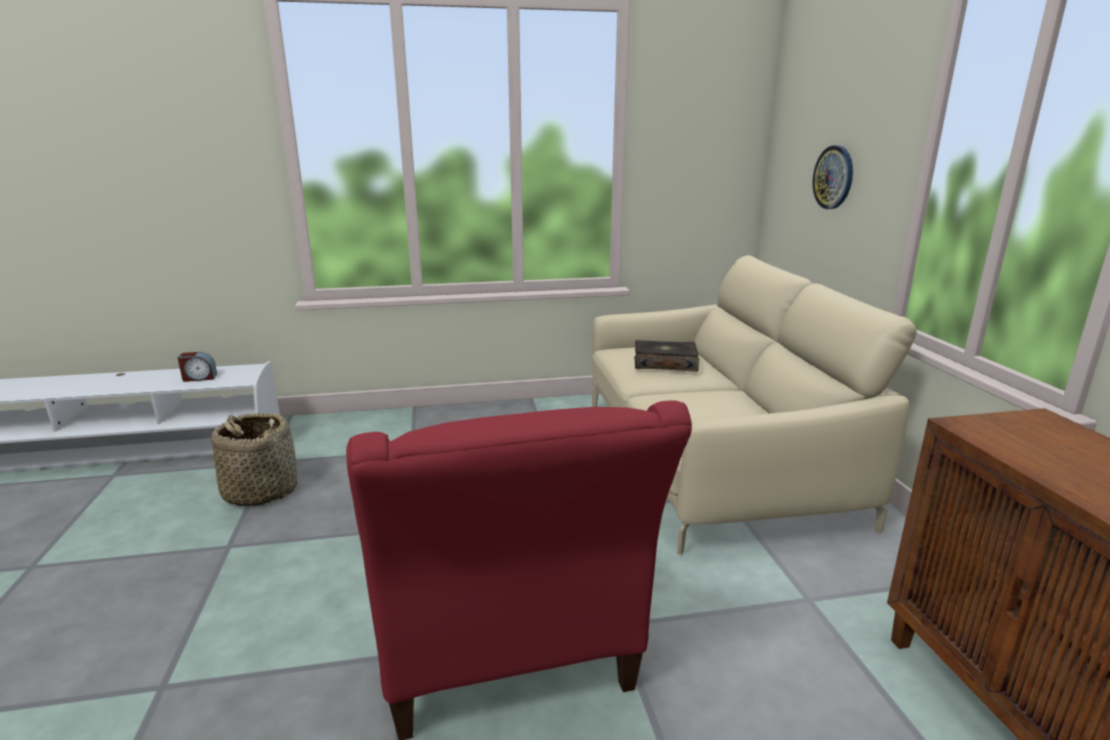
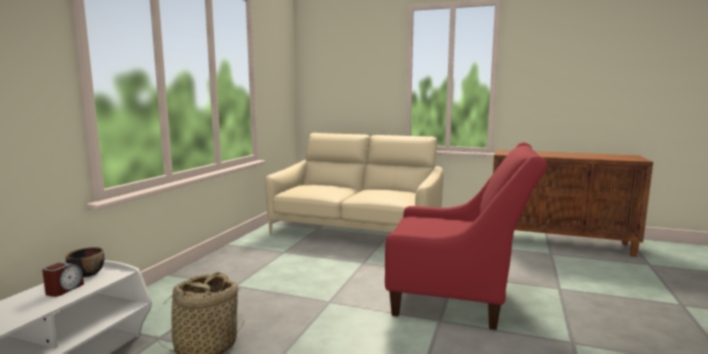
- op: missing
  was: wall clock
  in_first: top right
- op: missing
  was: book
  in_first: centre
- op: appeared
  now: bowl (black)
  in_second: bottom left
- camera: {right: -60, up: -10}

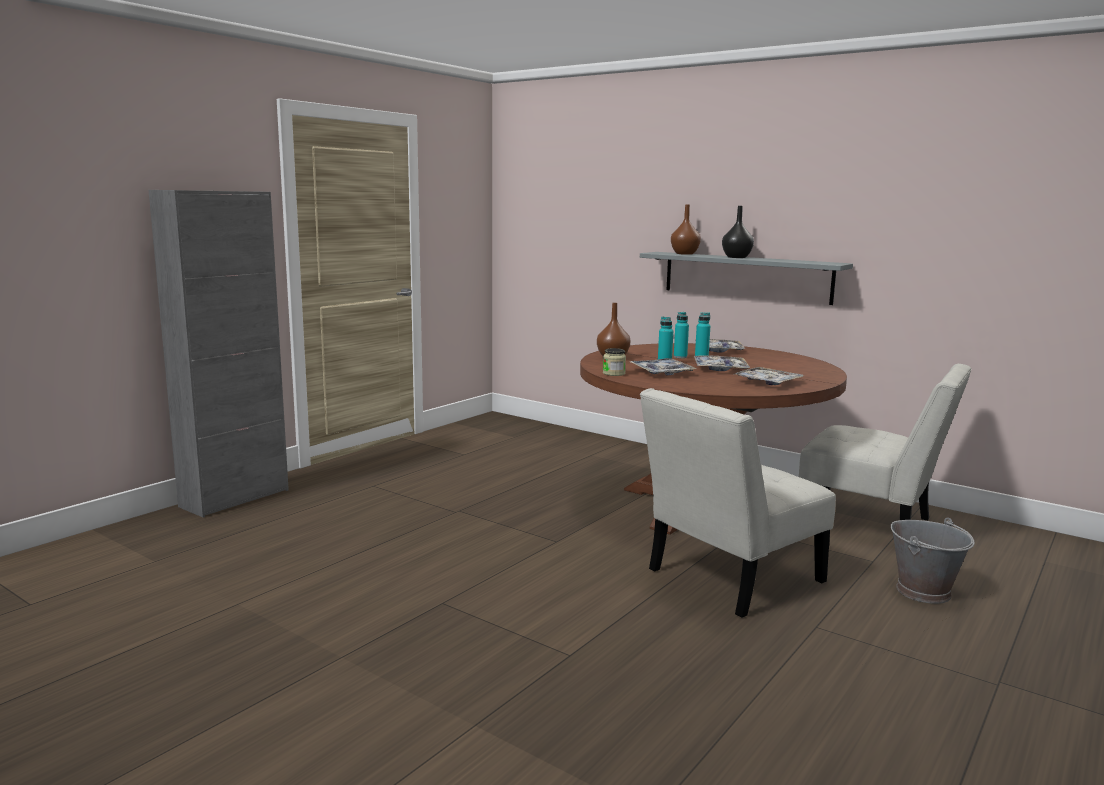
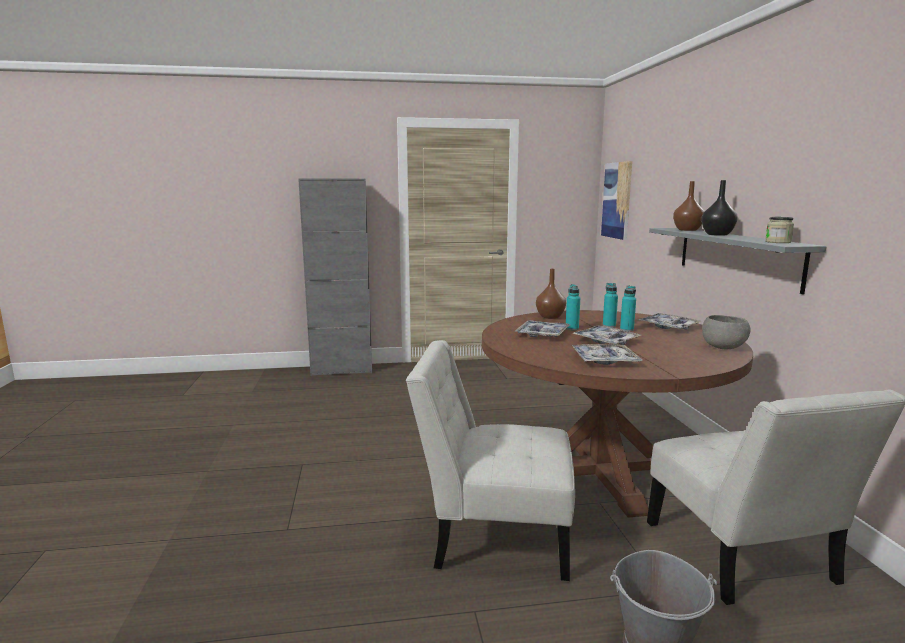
- op: relocated
  was: jar
  in_first: centre
  in_second: middle right
- op: appeared
  now: picture
  in_second: top right
- op: appeared
  now: bowl (grey)
  in_second: middle right
- camera: {right: 45, up: 0}

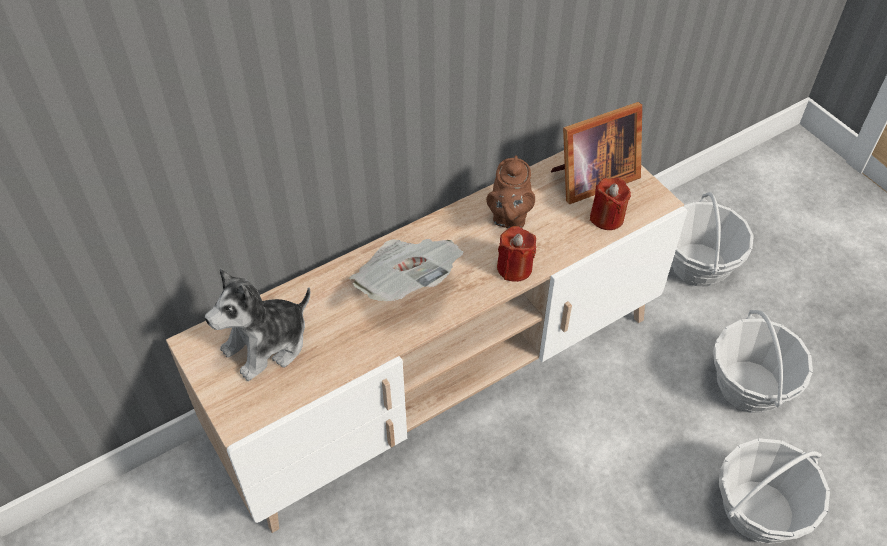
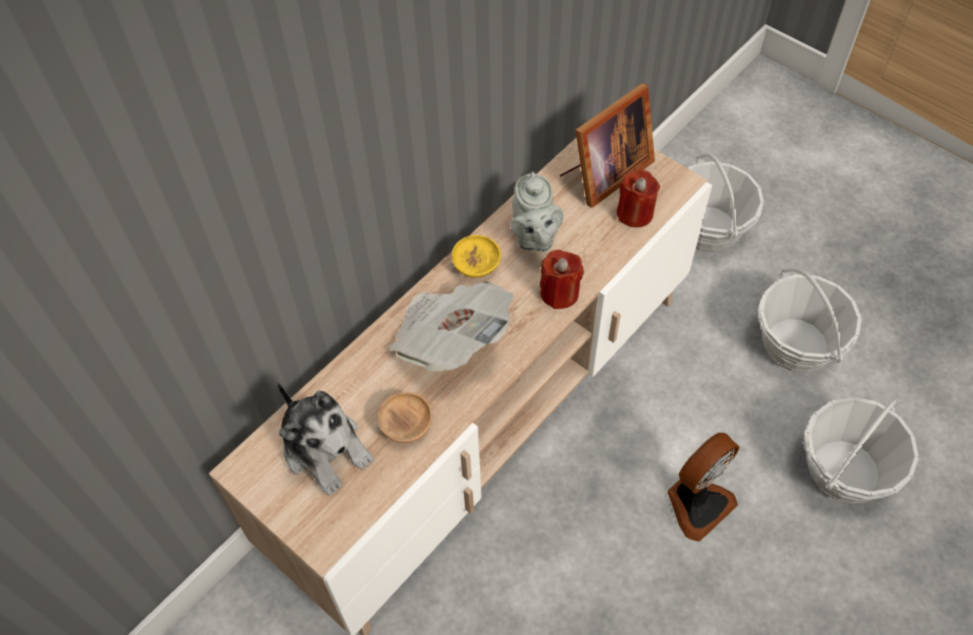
- op: colour
  was: teapot (brown)
  now: teapot (grey)
  in_first: centre
  in_second: top centre
- op: spun
  was: plush toy
  in_first: middle left
  in_second: bottom centre
  clockwise: -75
- op: appeared
  now: bowl (yellow)
  in_second: centre
- op: appeared
  now: bowl (brown)
  in_second: centre
- op: appeared
  now: fan
  in_second: bottom right
- camera: {right: -15, up: 5}

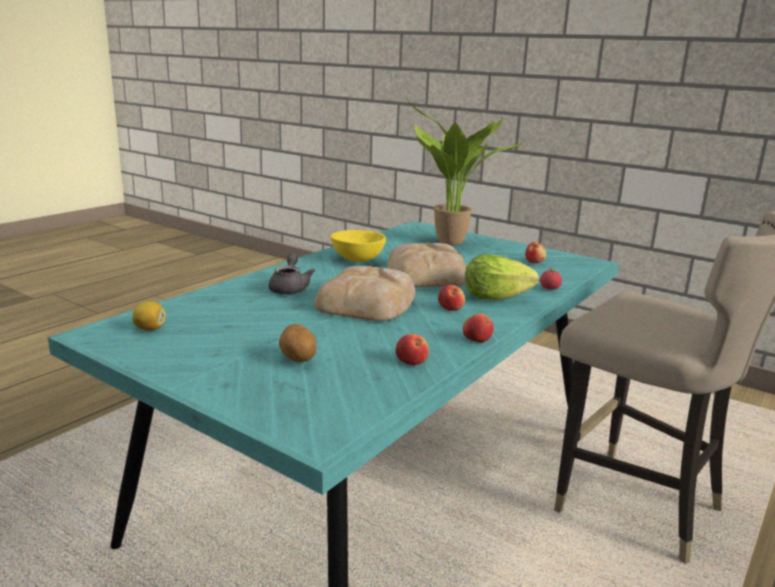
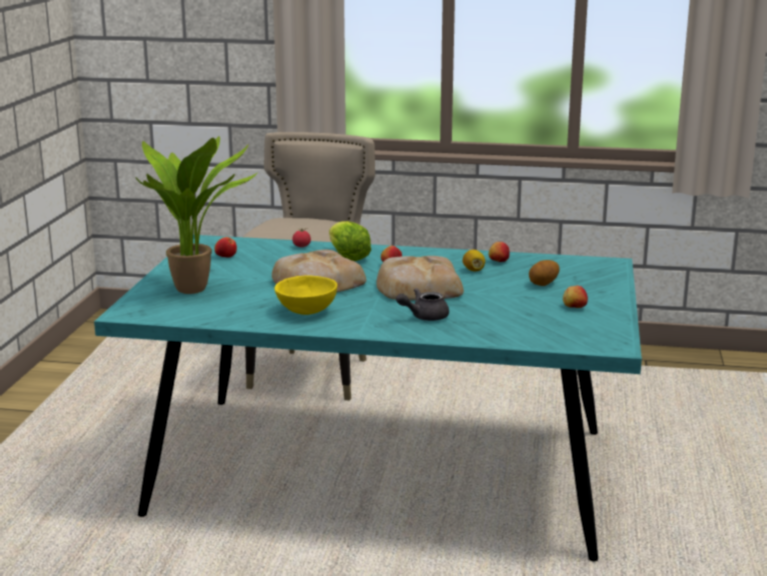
- op: relocated
  was: lemon
  in_first: middle left
  in_second: centre
- op: relocated
  was: apple (no. 3 from left in the first image)
  now: apple (no. 4 from left)
  in_first: centre
  in_second: middle right
- camera: {right: -115, up: 0}

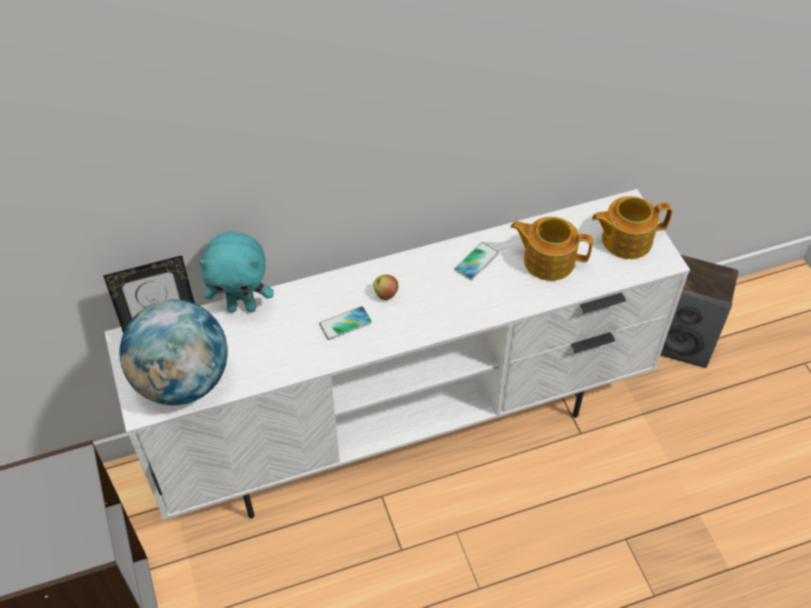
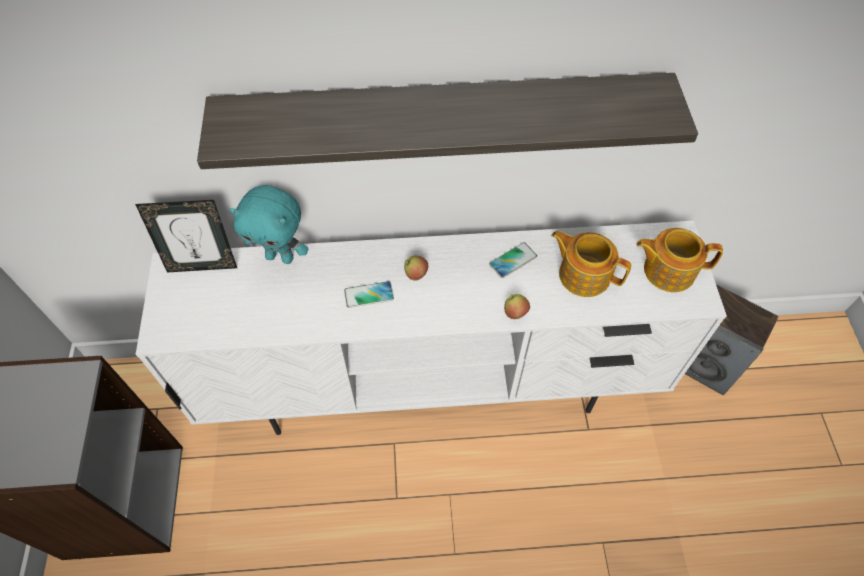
- op: missing
  was: globe
  in_first: middle left
- op: appeared
  now: shelf
  in_second: top centre
- op: appeared
  now: apple (no. 2 from left)
  in_second: centre
- camera: {right: 15, up: 5}

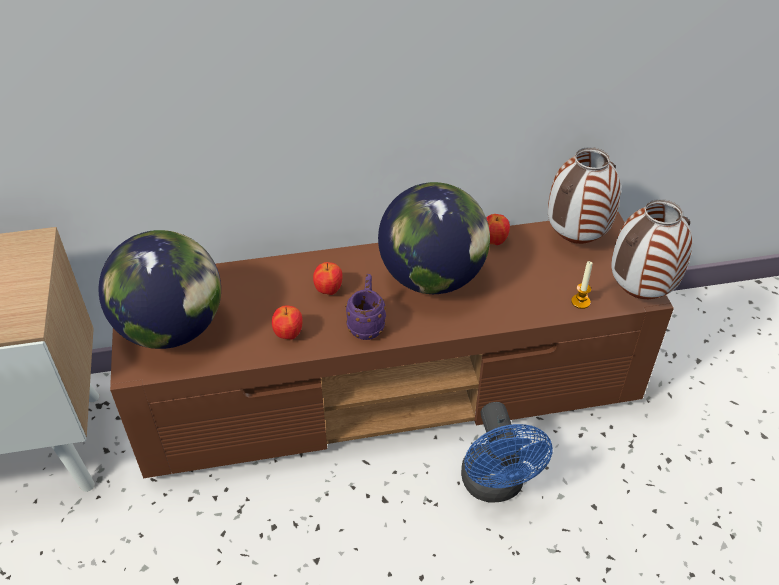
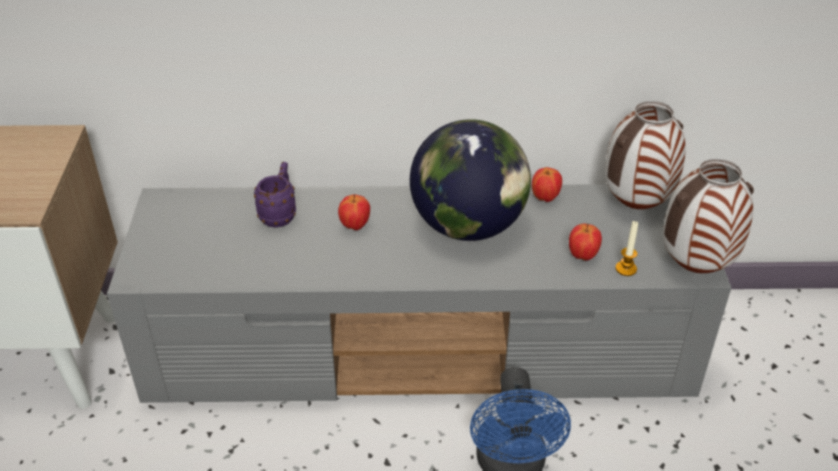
- op: colour
  was: tv stand (brown)
  now: tv stand (grey)
  in_first: centre
  in_second: centre
- op: missing
  was: globe (no. 1 from left)
  in_first: middle left
- op: relocated
  was: mug (purple)
  in_first: centre
  in_second: middle left
- op: relocated
  was: apple (no. 1 from left in the first image)
  now: apple (no. 3 from left)
  in_first: centre
  in_second: middle right
- camera: {right: 10, up: -5}

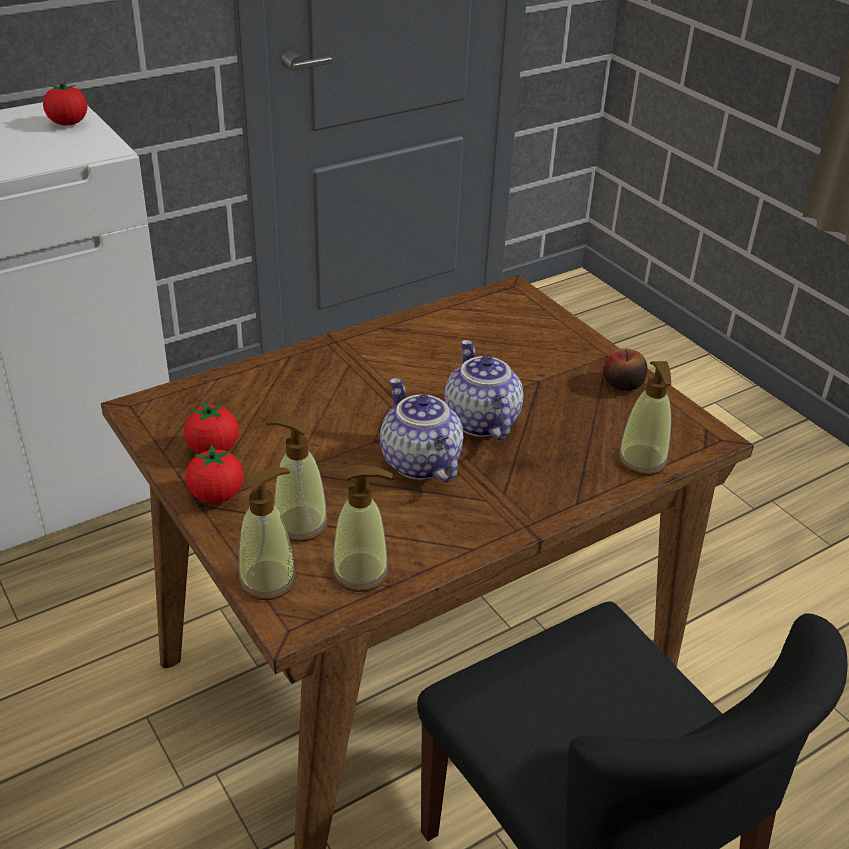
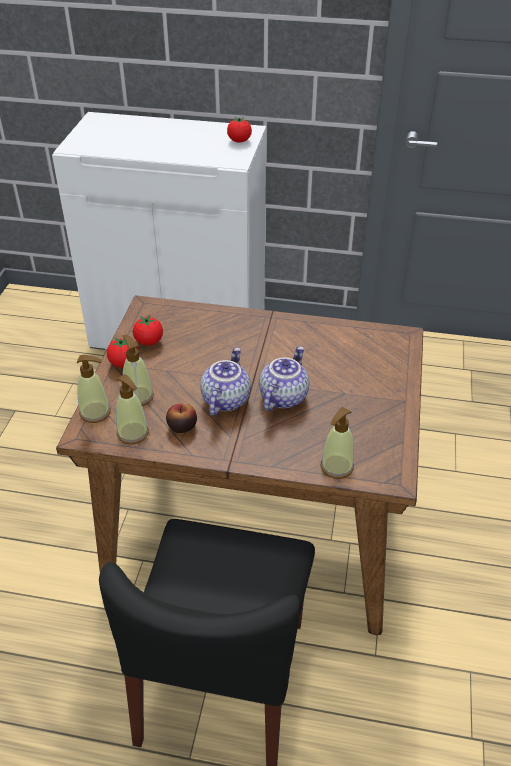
- op: relocated
  was: apple
  in_first: middle right
  in_second: centre
- camera: {right: 45, up: 5}

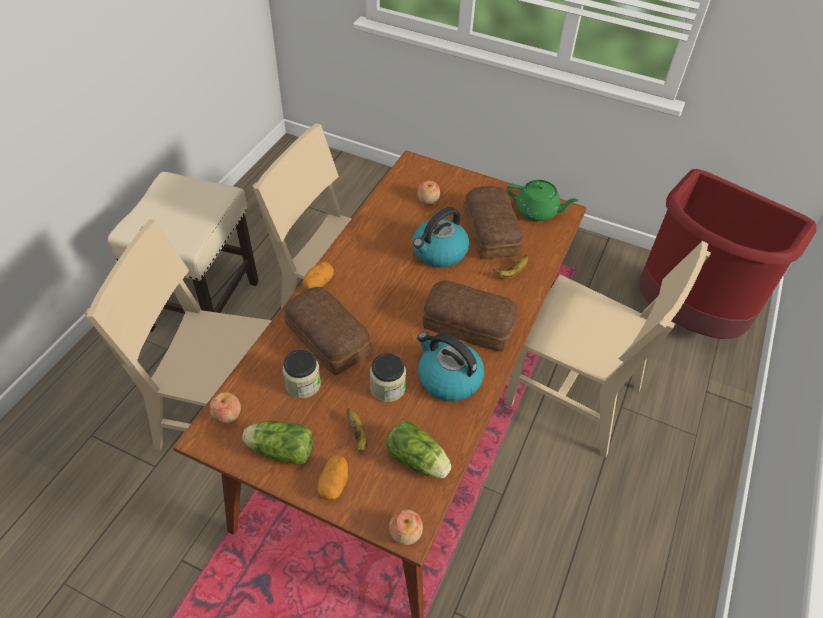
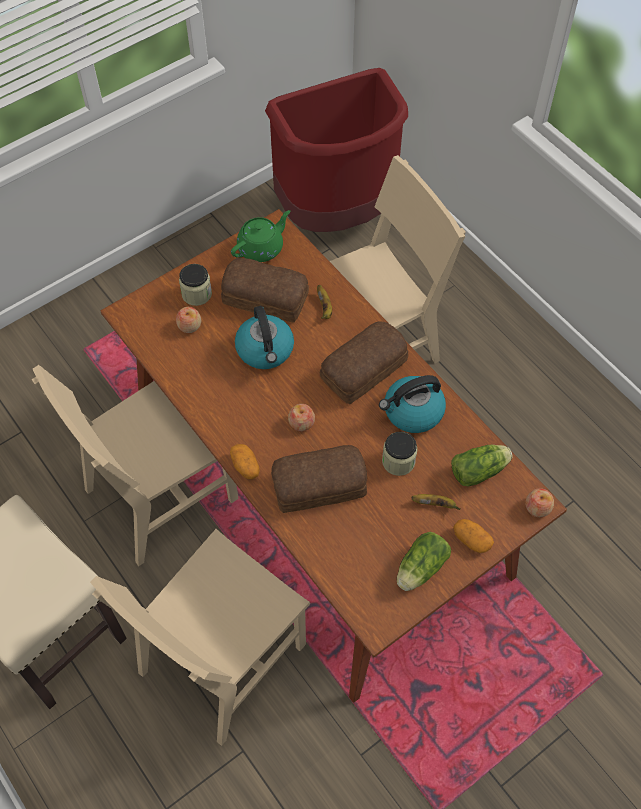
- op: relocated
  was: jar (no. 1 from left)
  in_first: centre
  in_second: middle left
- op: relocated
  was: apple (no. 1 from left in the first image)
  now: apple (no. 2 from left)
  in_first: middle left
  in_second: centre
- camera: {right: -60, up: 10}

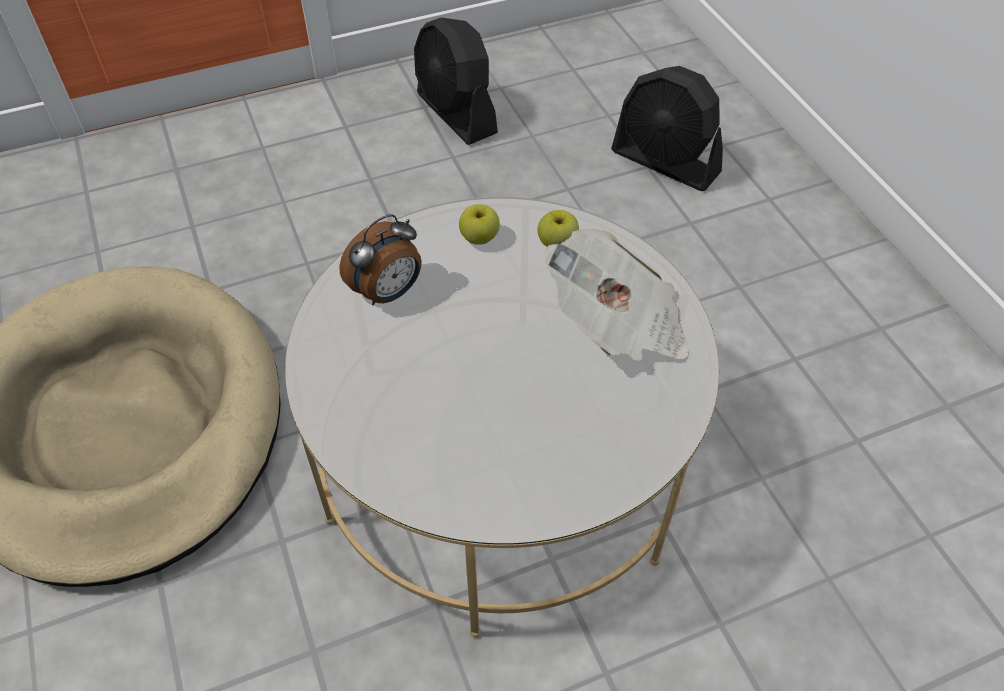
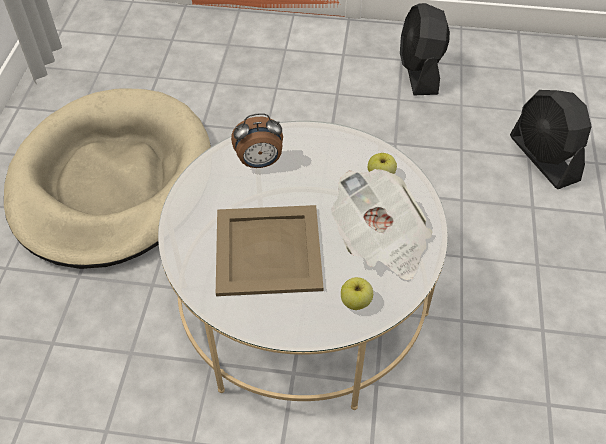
- op: relocated
  was: apple (no. 1 from left)
  in_first: top centre
  in_second: centre
- op: appeared
  now: tray (beige)
  in_second: centre
- camera: {right: 30, up: 0}

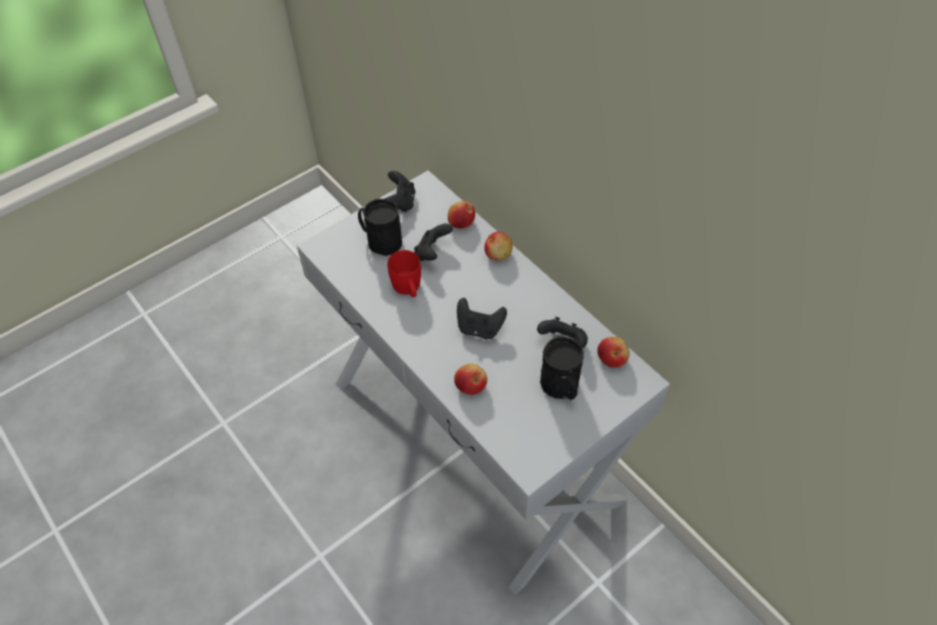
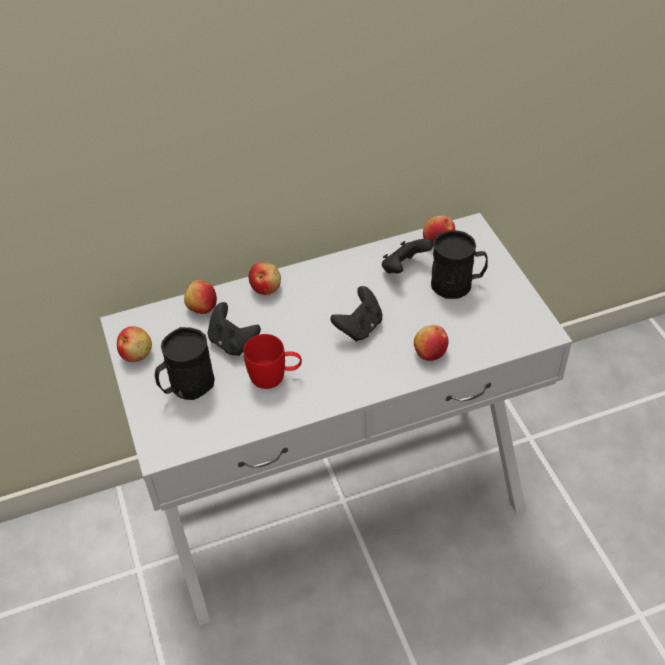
- op: exchanged
  was: game controller (black) (no. 1 from left)
  now: apple (no. 1 from left)
  in_first: top centre
  in_second: middle left
- camera: {right: -70, up: -5}

